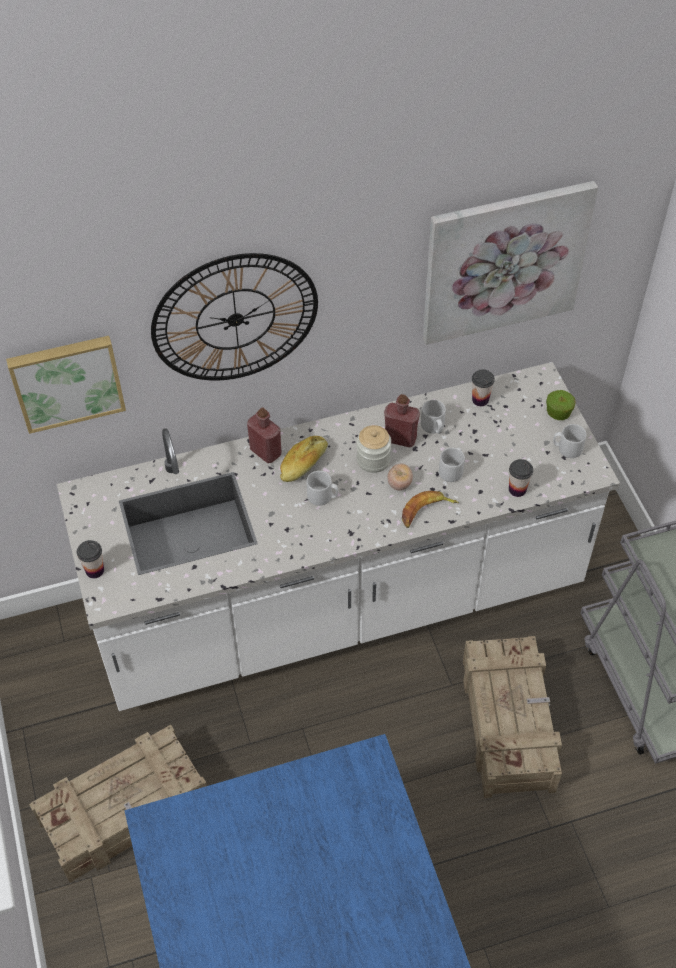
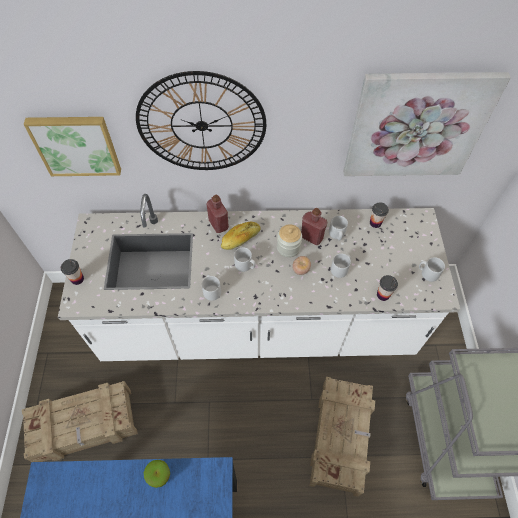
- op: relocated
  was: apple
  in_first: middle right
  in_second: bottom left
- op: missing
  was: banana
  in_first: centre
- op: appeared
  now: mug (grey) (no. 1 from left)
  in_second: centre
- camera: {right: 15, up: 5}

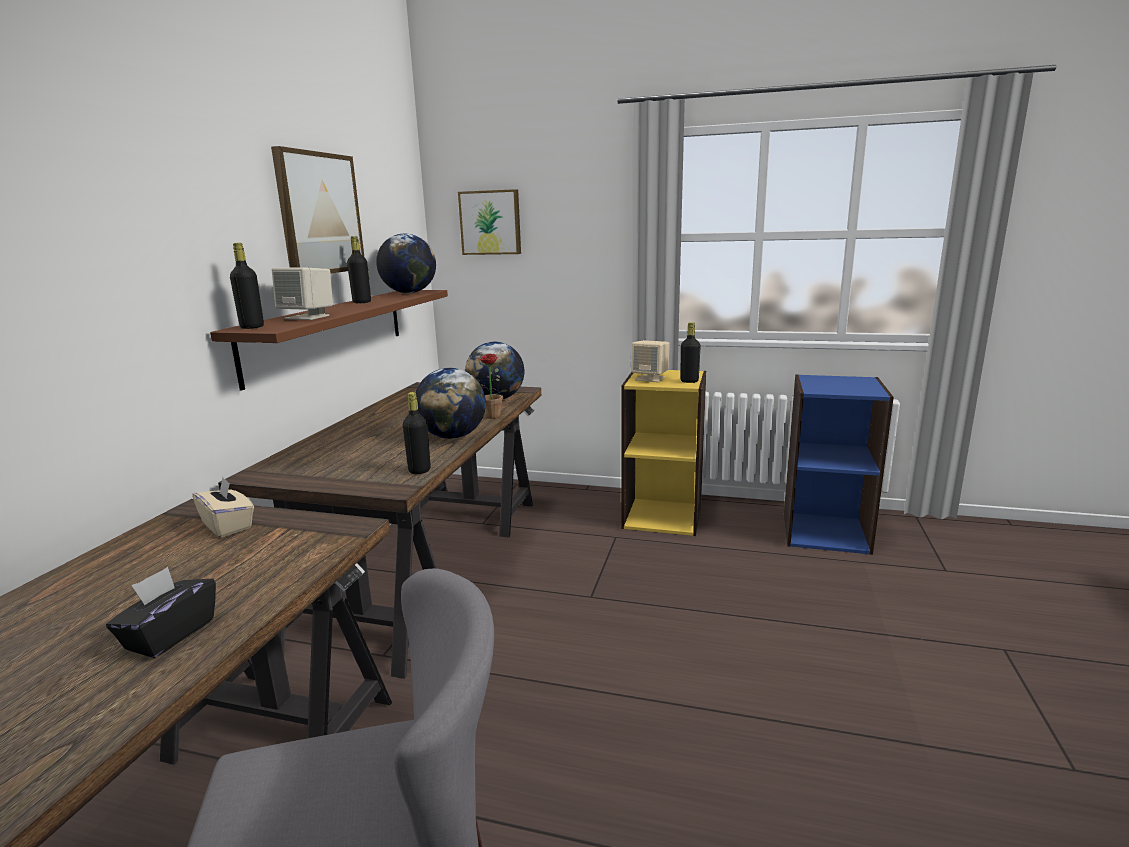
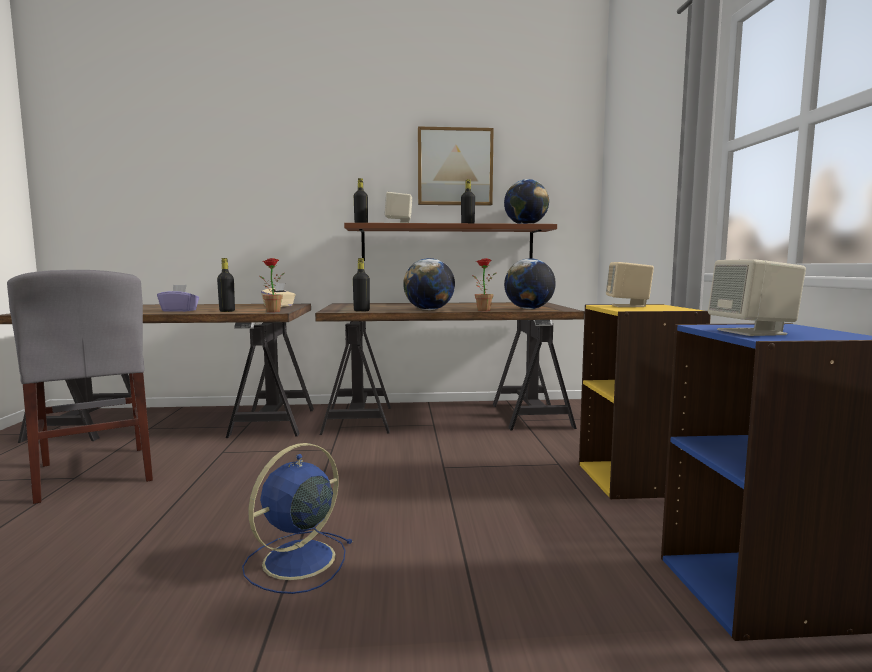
- op: missing
  was: picture (no. 2 from left)
  in_first: top centre
- op: relocated
  was: bottle (black) (no. 4 from left in the first image)
  now: bottle (black) (no. 1 from left)
  in_first: centre
  in_second: middle left
- op: colour
  was: tissue box (black)
  now: tissue box (purple)
  in_first: bottom left
  in_second: middle left
- op: appeared
  now: potted plant (no. 1 from left)
  in_second: middle left
- op: appeared
  now: speaker (beige) (no. 3 from left)
  in_second: middle right
- op: appeared
  now: fan (blue)
  in_second: bottom centre
- camera: {right: 70, up: -10}

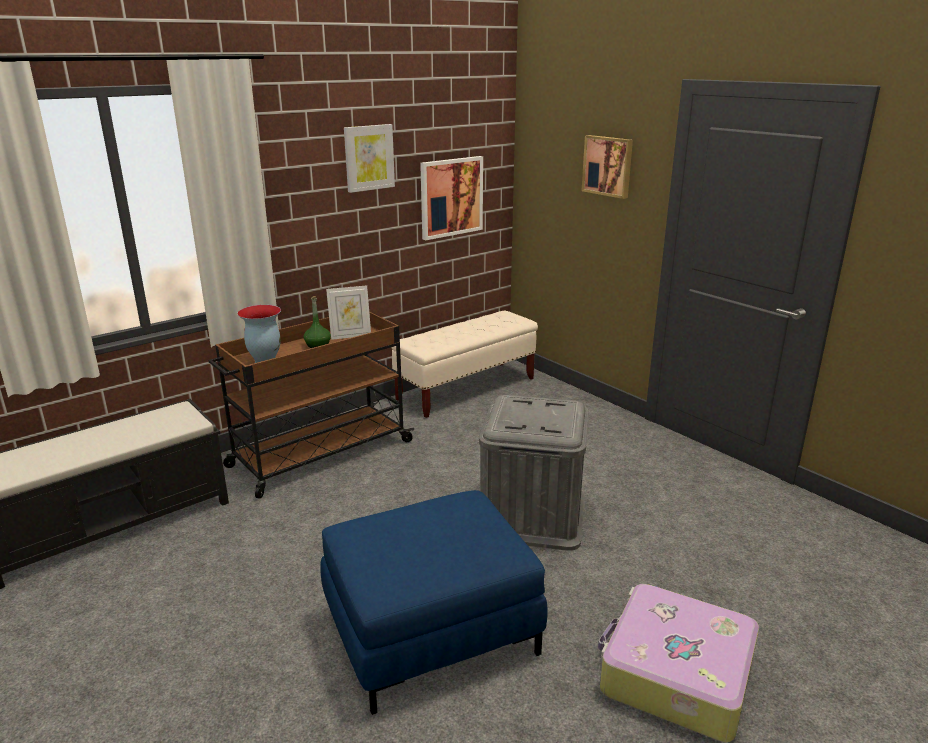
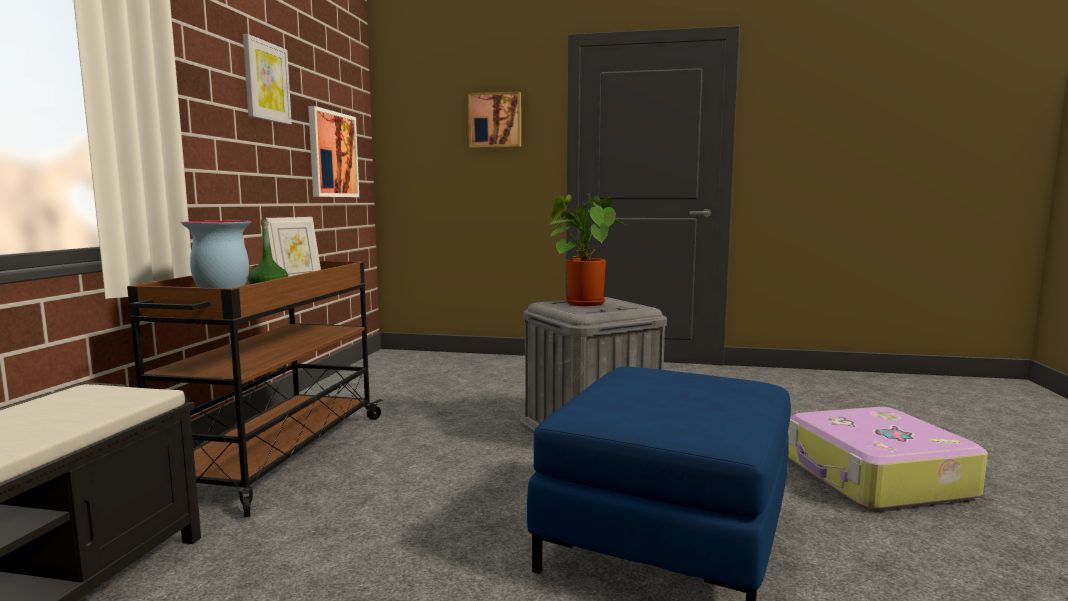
- op: missing
  was: bench (beige)
  in_first: centre
- op: appeared
  now: potted plant
  in_second: centre
- camera: {right: -40, up: -15}

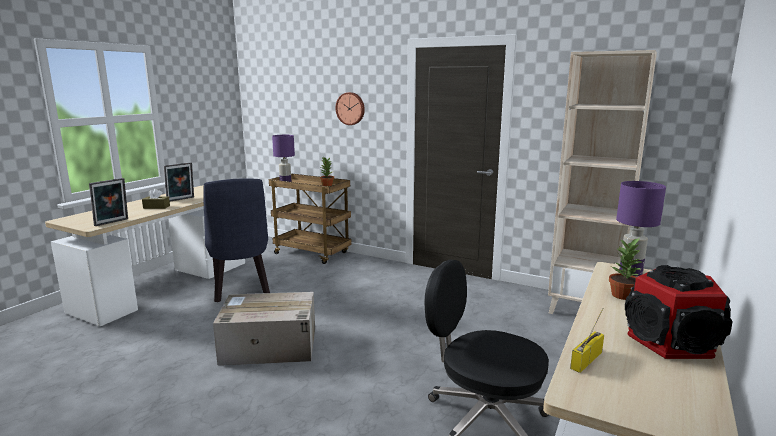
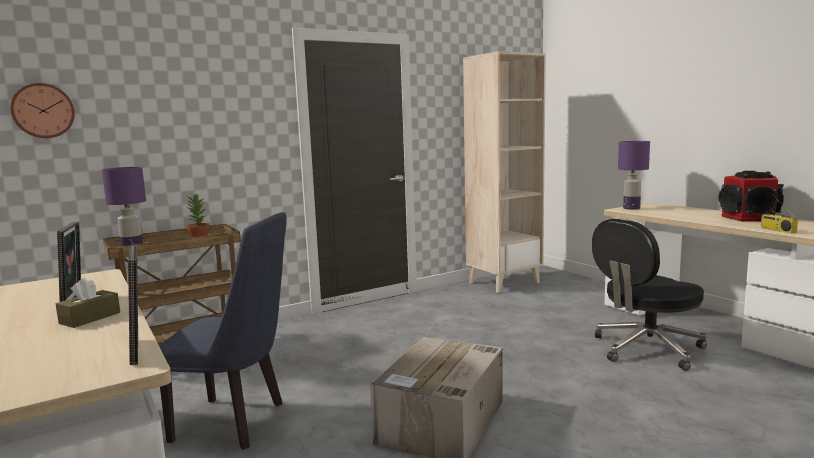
- op: relocated
  was: wall clock
  in_first: top centre
  in_second: top left
- op: missing
  was: potted plant (no. 2 from left)
  in_first: middle right
- camera: {right: -60, up: -5}

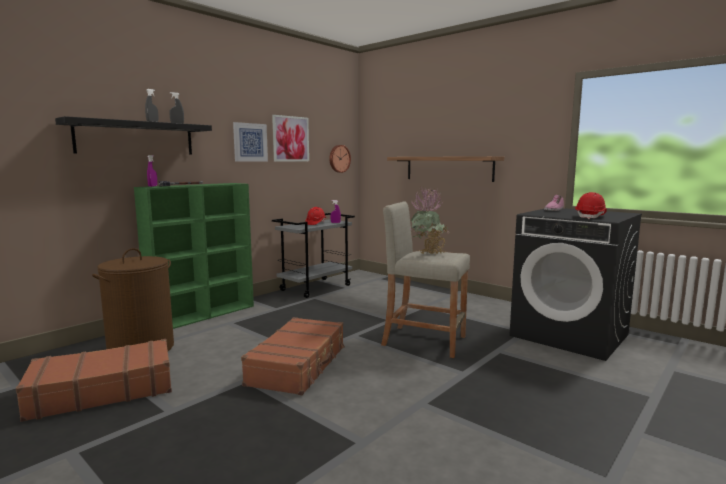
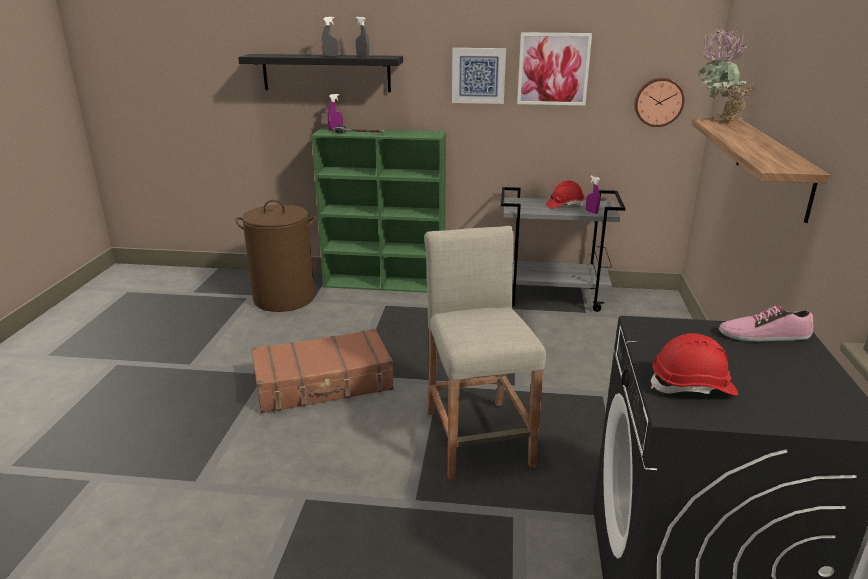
- op: relocated
  was: potted plant
  in_first: centre
  in_second: top right
- op: missing
  was: suitcase (brown) (no. 1 from left)
  in_first: bottom left
- camera: {right: 55, up: 15}

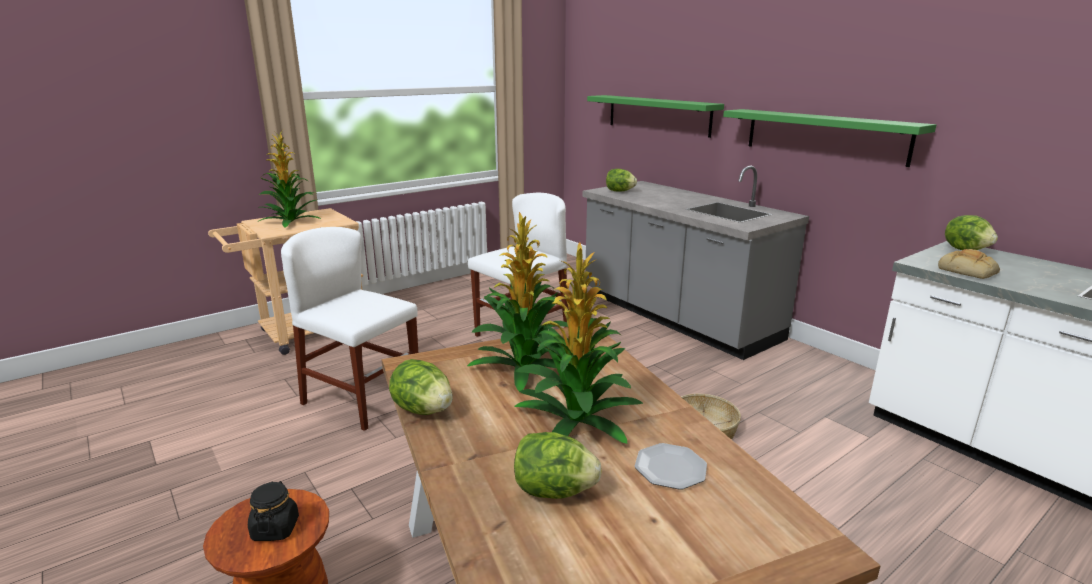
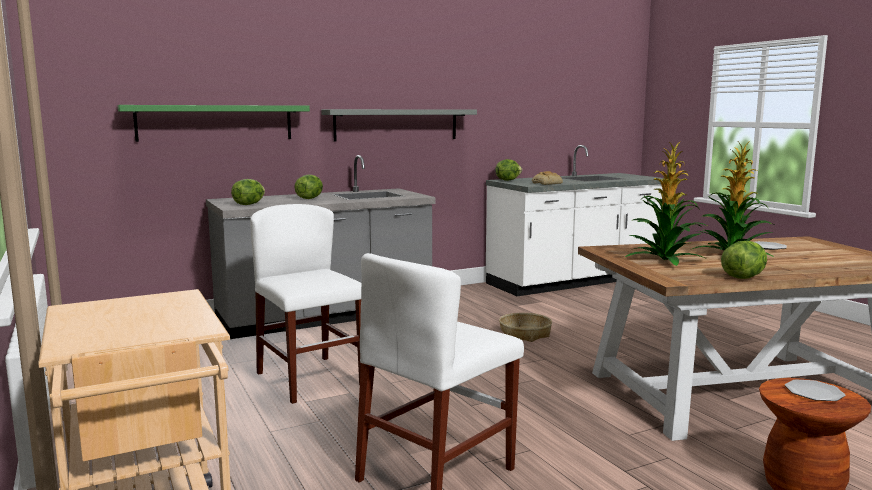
- op: colour
  was: shelf (green) (no. 2 from left)
  now: shelf (grey)
  in_first: top right
  in_second: top centre
- op: missing
  was: potted plant (no. 1 from left)
  in_first: top left
- op: relocated
  was: lettuce (no. 2 from left)
  in_first: bottom centre
  in_second: centre
- op: exchanged
  was: jar (black)
  now: plate (no. 2 from left)
  in_first: bottom left
  in_second: bottom right
- camera: {right: -80, up: -10}

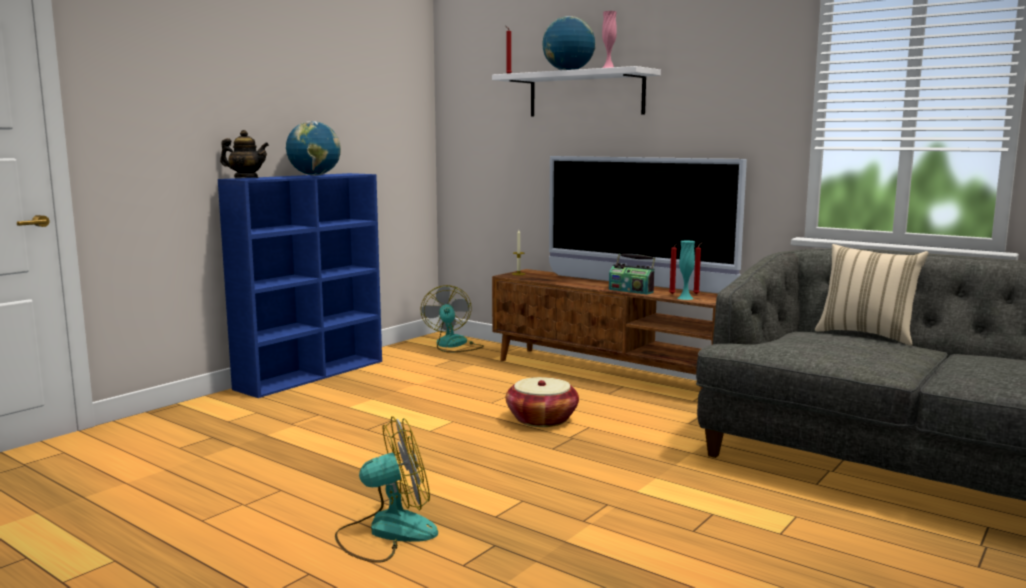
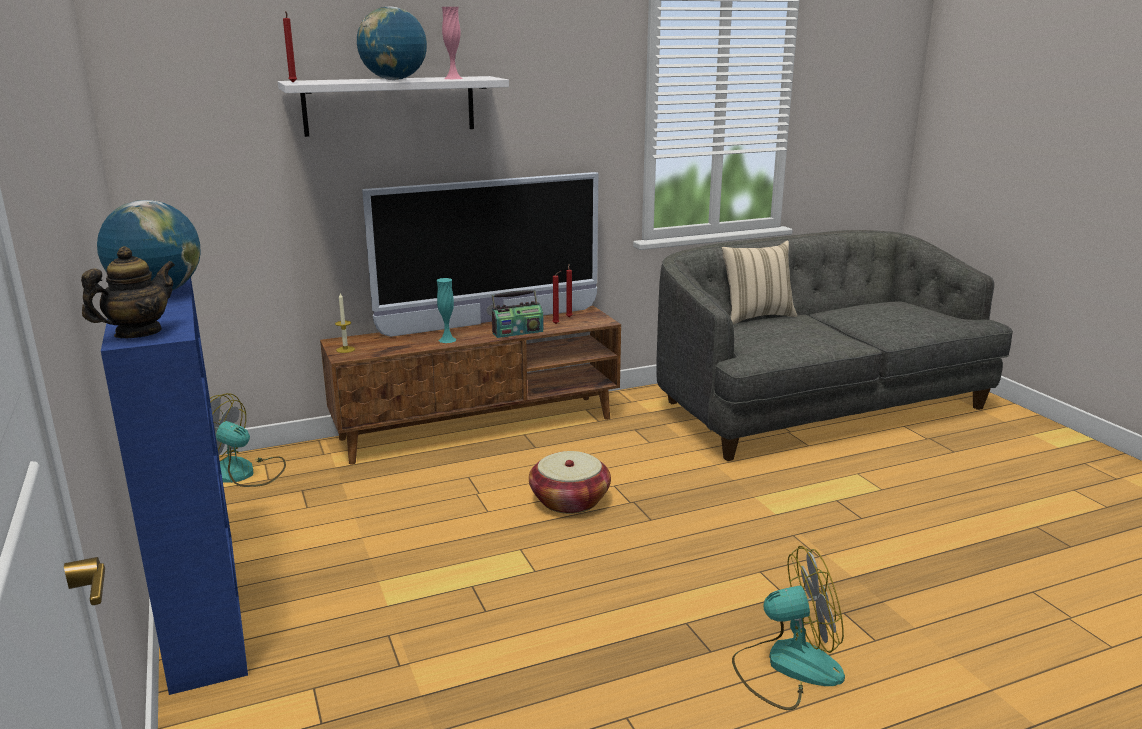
- op: relocated
  was: vase (turquoise)
  in_first: middle right
  in_second: centre
- op: spun
  was: fan (no. 1 from left in the first image)
  in_first: bottom centre
  in_second: bottom right
  clockwise: 75
- camera: {right: -60, up: 10}

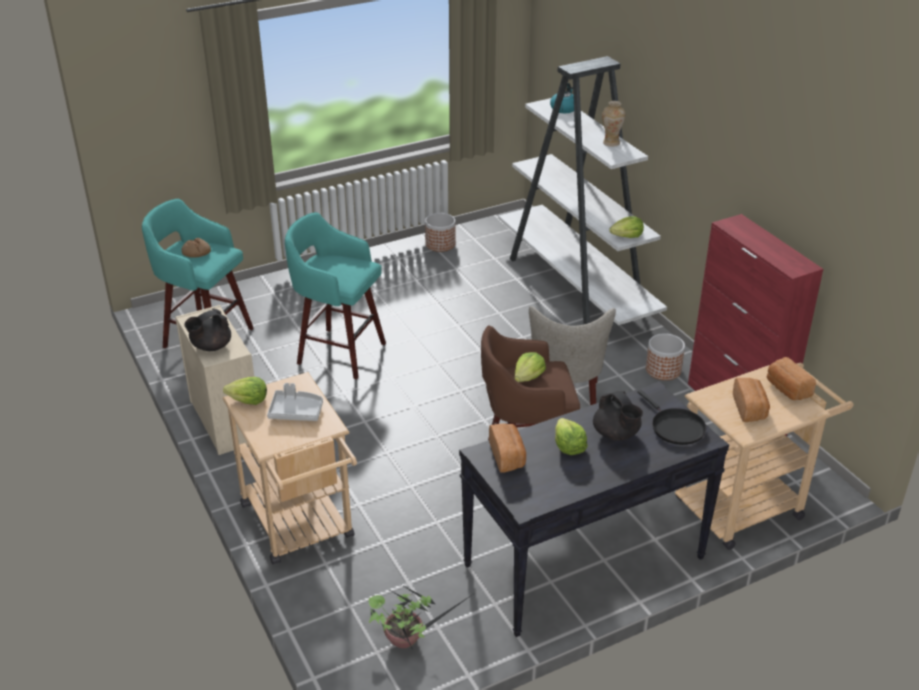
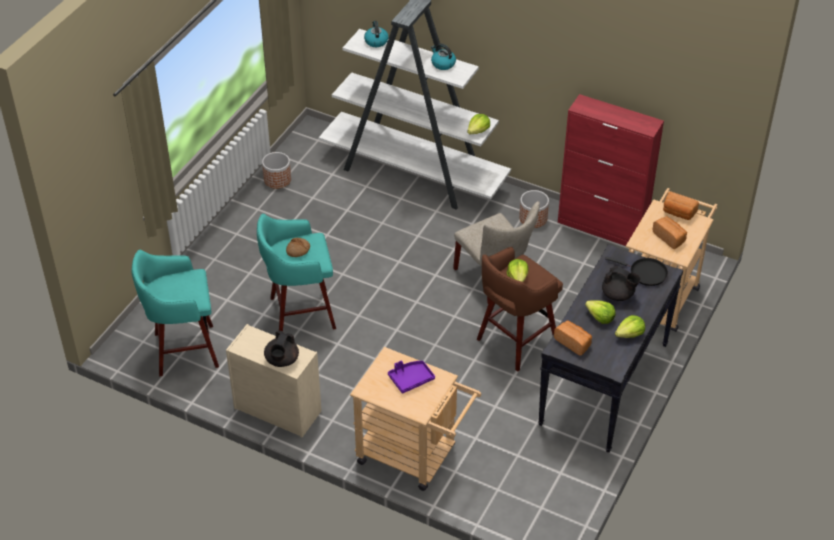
- op: exchanged
  was: vase
  now: kettle (no. 2 from left)
  in_first: top right
  in_second: top centre
- op: relocated
  was: bread (no. 1 from left)
  in_first: middle left
  in_second: centre
- op: relocated
  was: lettuce (no. 1 from left in the first image)
  now: lettuce (no. 4 from left)
  in_first: middle left
  in_second: middle right
- op: colour
  was: tray (grey)
  now: tray (purple)
  in_first: middle left
  in_second: bottom centre
- op: missing
  was: potted plant
  in_first: bottom centre
- camera: {right: -35, up: 10}

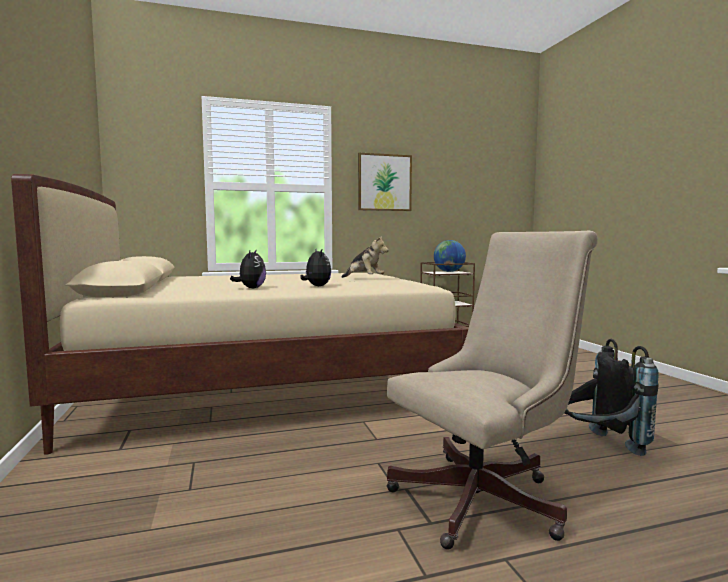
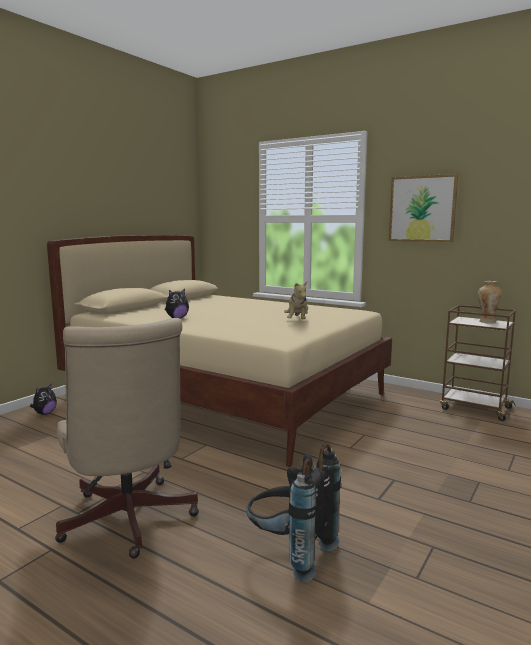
- op: spun
  was: office chair (beige)
  in_first: bottom right
  in_second: bottom left
  clockwise: 45
- op: exchanged
  was: globe
  now: vase
  in_first: centre
  in_second: middle right
- op: relocated
  was: plush toy (no. 2 from left in the first image)
  now: plush toy (no. 1 from left)
  in_first: centre
  in_second: middle left
- camera: {right: 50, up: 5}

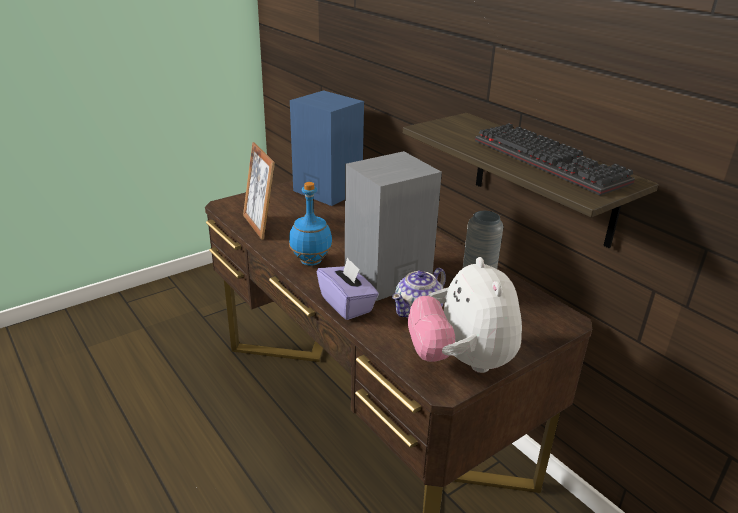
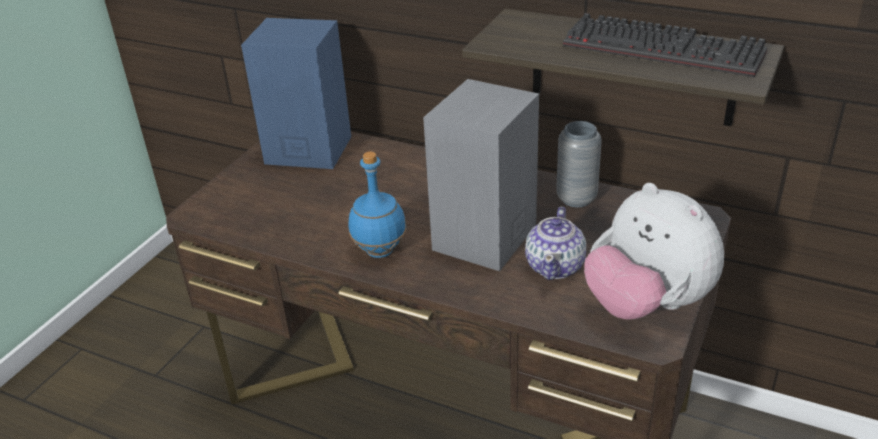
- op: missing
  was: picture frame
  in_first: centre
- op: missing
  was: tissue box (purple)
  in_first: centre
- camera: {right: -25, up: 5}

